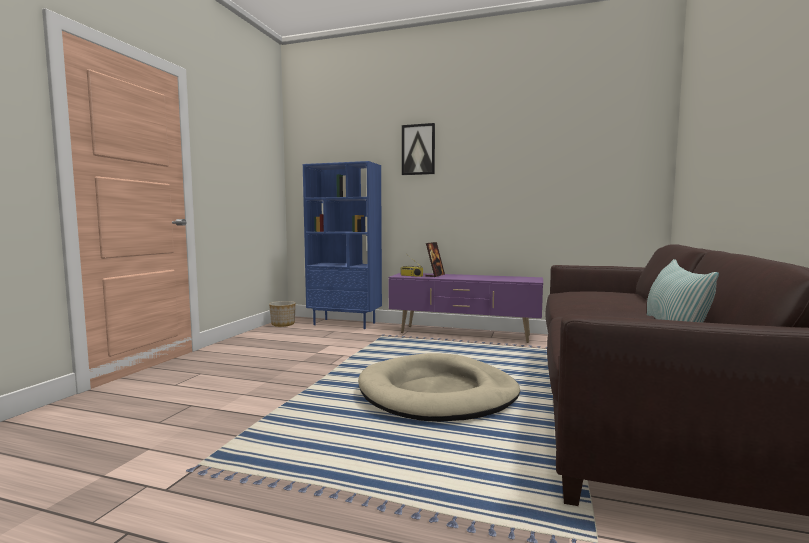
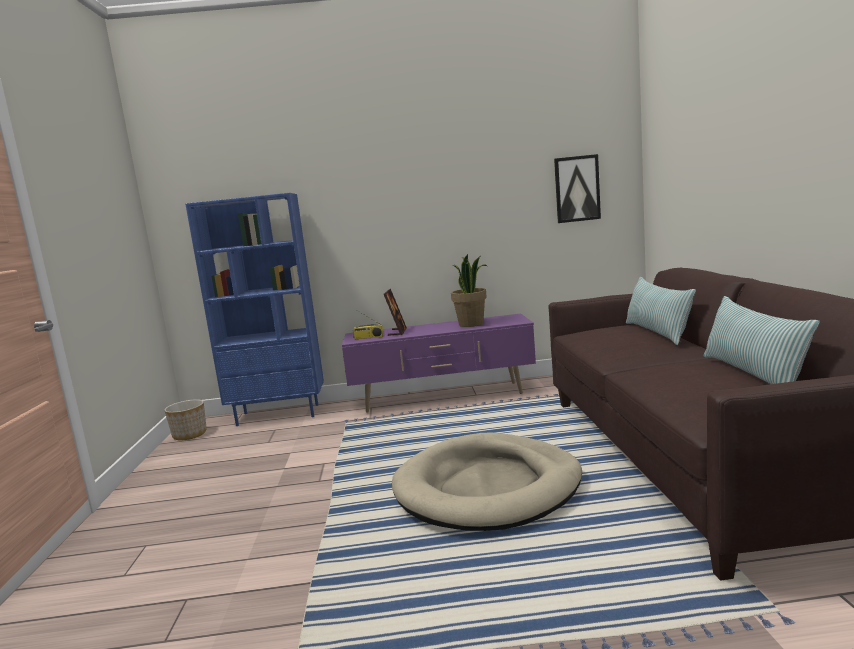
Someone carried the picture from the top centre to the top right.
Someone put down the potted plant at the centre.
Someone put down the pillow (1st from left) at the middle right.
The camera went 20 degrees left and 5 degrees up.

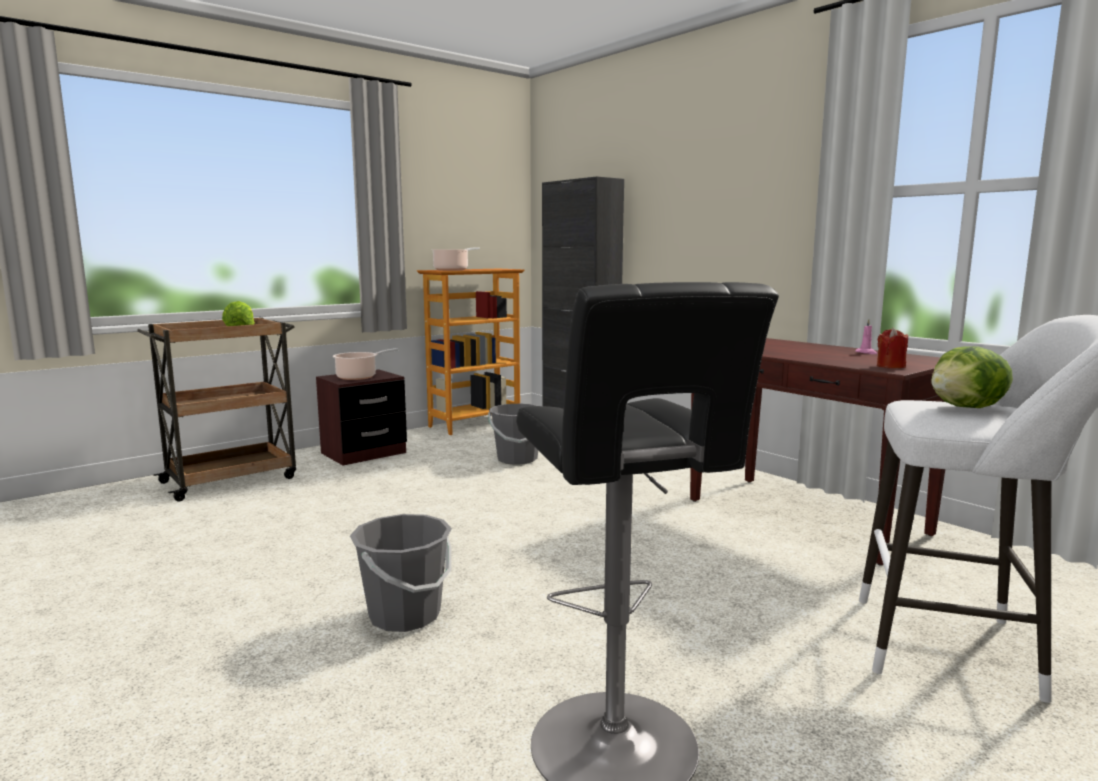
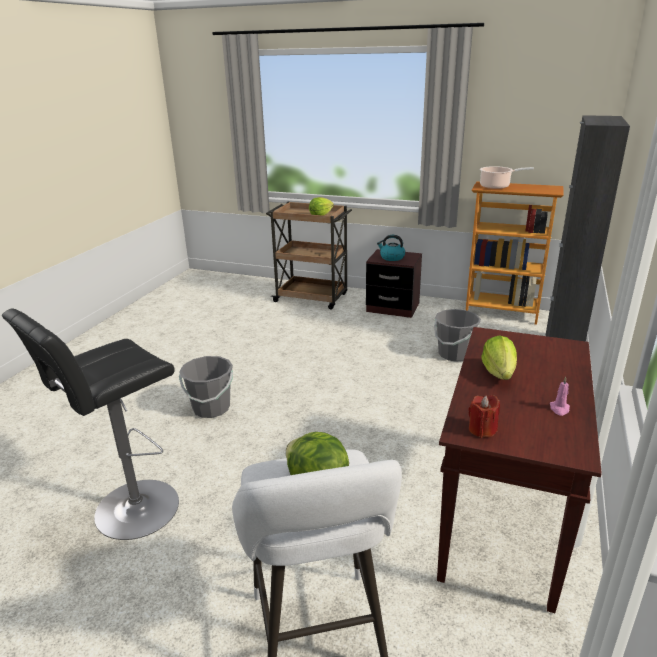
Someone swapped the cooking pot (1st from left) at the middle left for the kettle at the centre.
Someone put down the lettuce (3rd from left) at the middle right.
The camera went 60 degrees right and 15 degrees up.

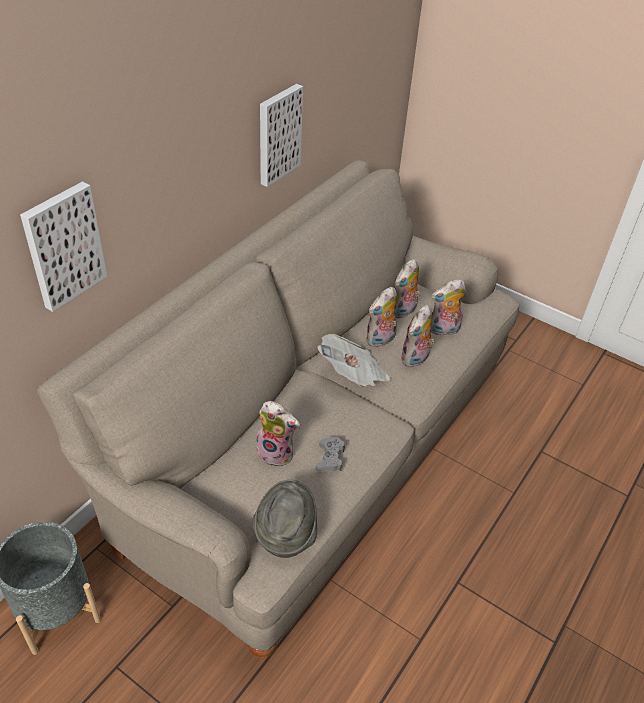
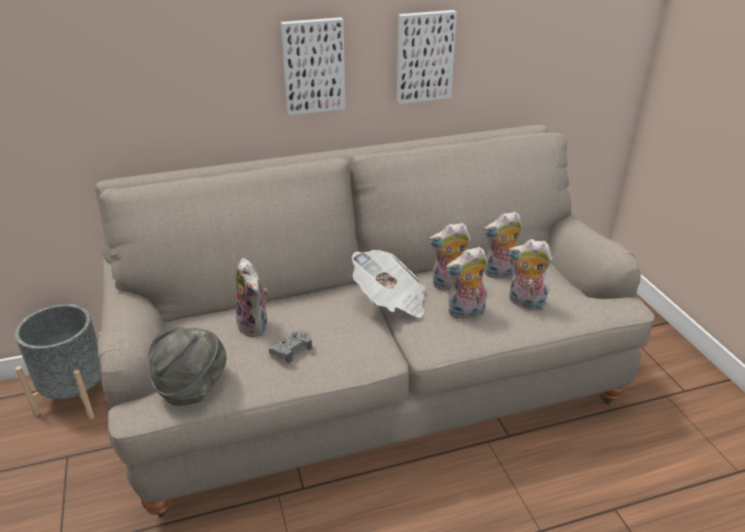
Someone carried the picture (1st from left) from the middle left to the top centre.
The camera went 40 degrees right and 10 degrees down.

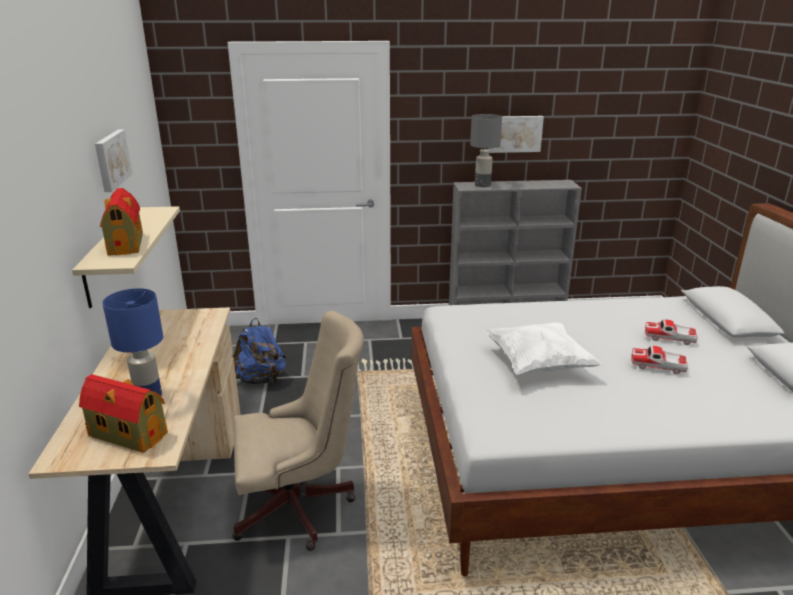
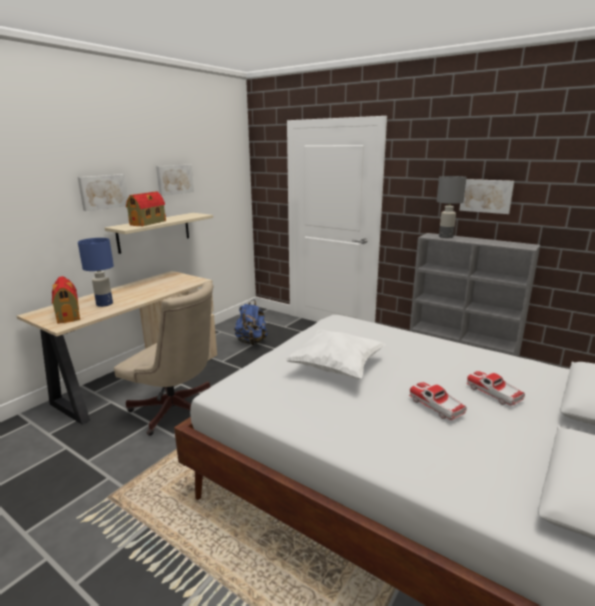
Someone put up the picture (1st from left) at the top left.
The camera went 40 degrees right and 5 degrees down.

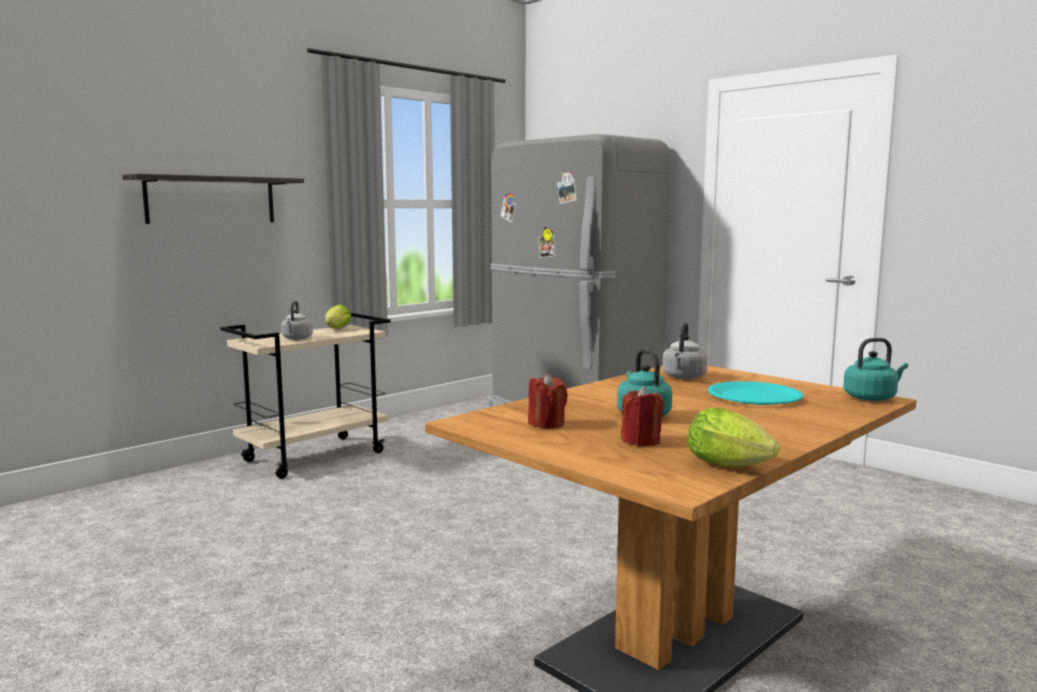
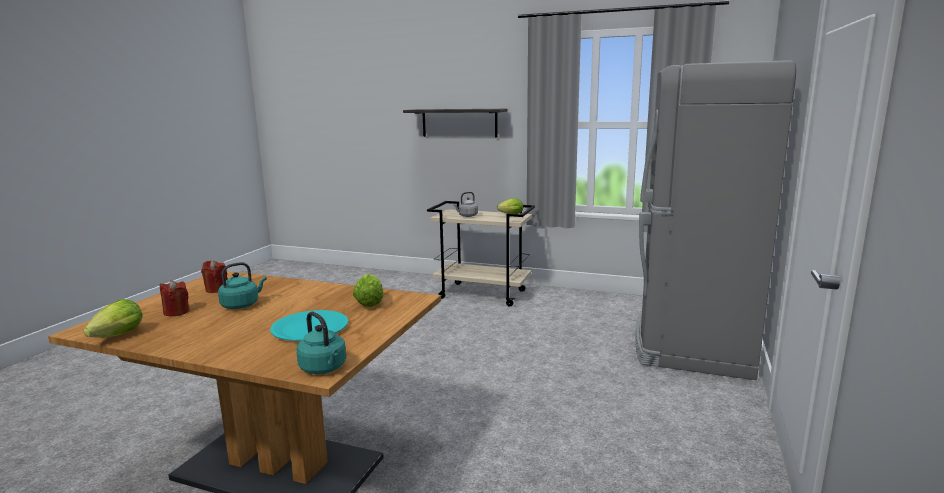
Someone swapped the grey kettle (2nd from left) at the centre for the lettuce (2nd from left) at the centre.
The camera went 65 degrees right and 5 degrees up.

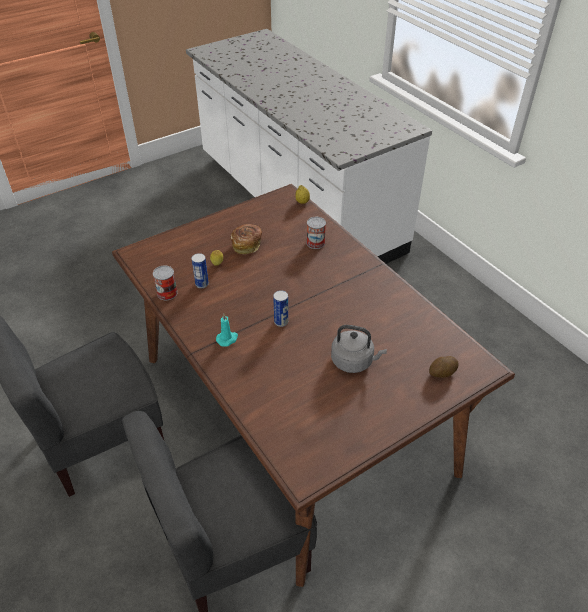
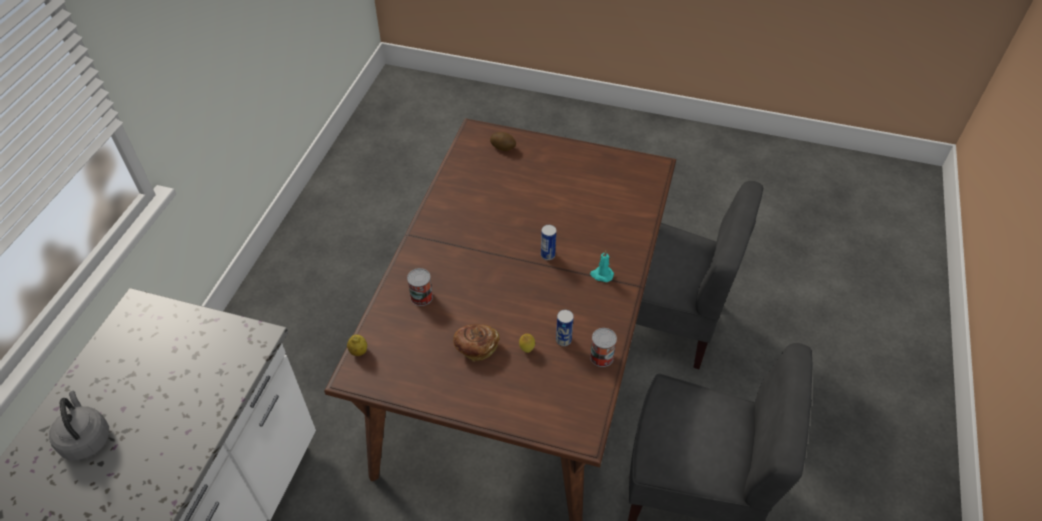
Someone carried the grey kettle from the centre to the bottom left.
The camera went 130 degrees left and 5 degrees up.

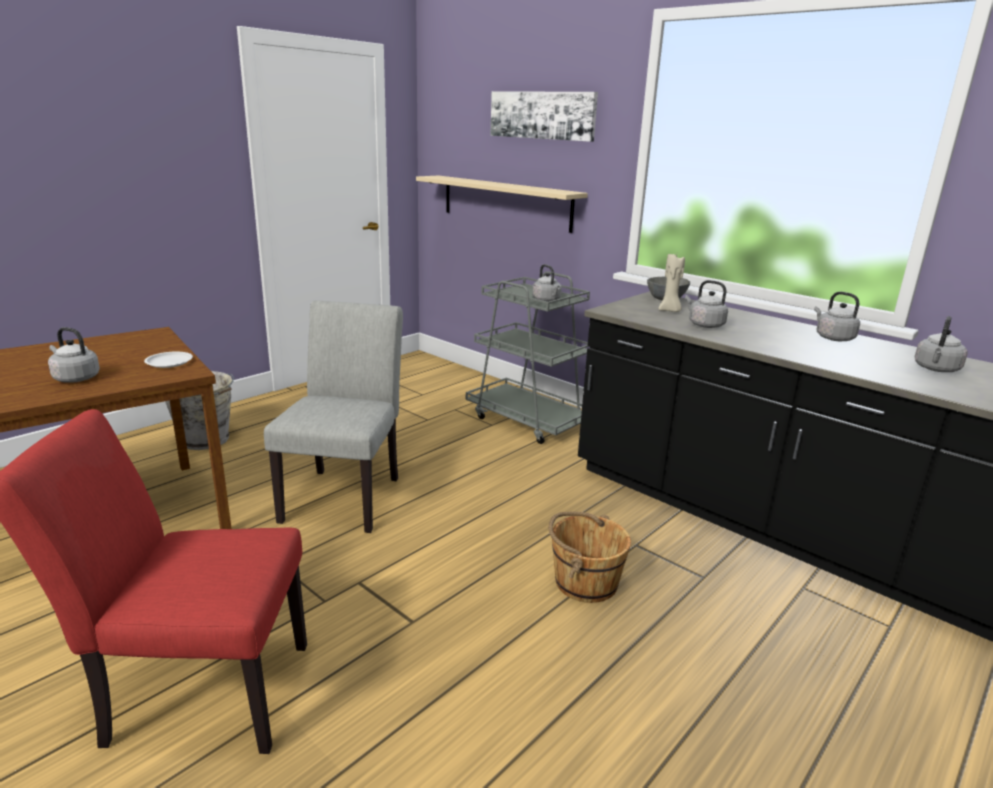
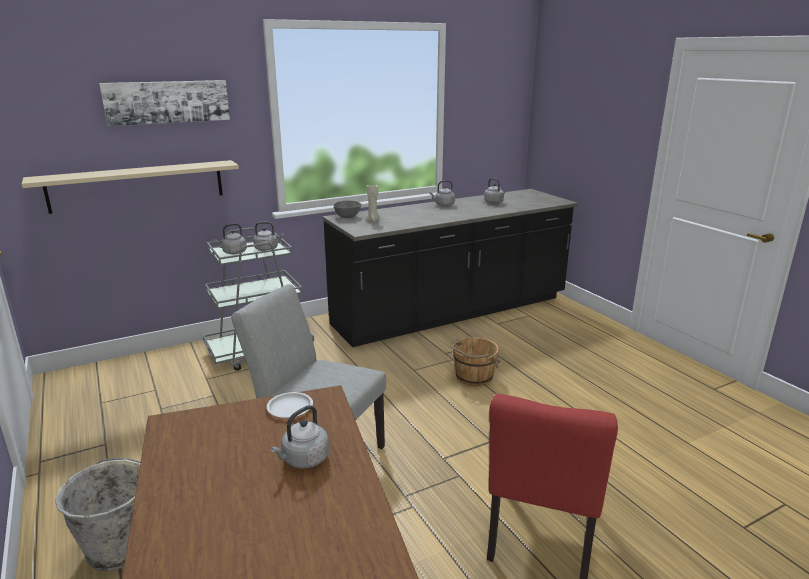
Someone carried the grey kettle (3rd from left in the first image) from the middle right to the middle left.
The camera went 70 degrees left and 0 degrees up.

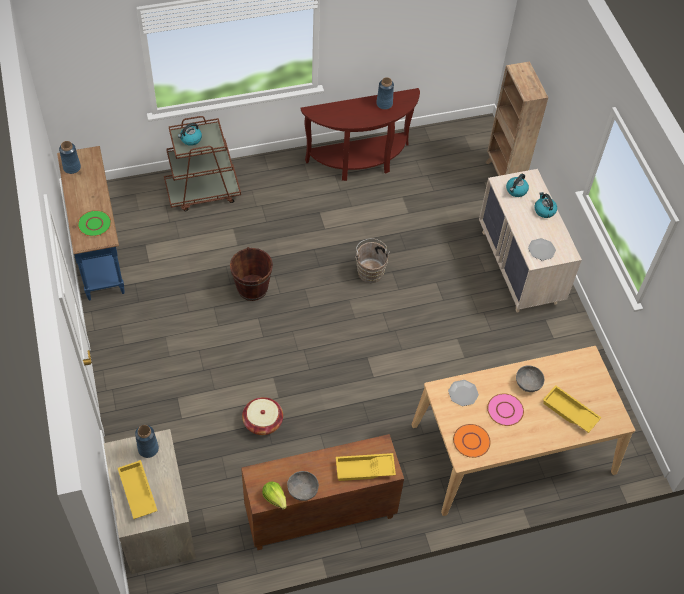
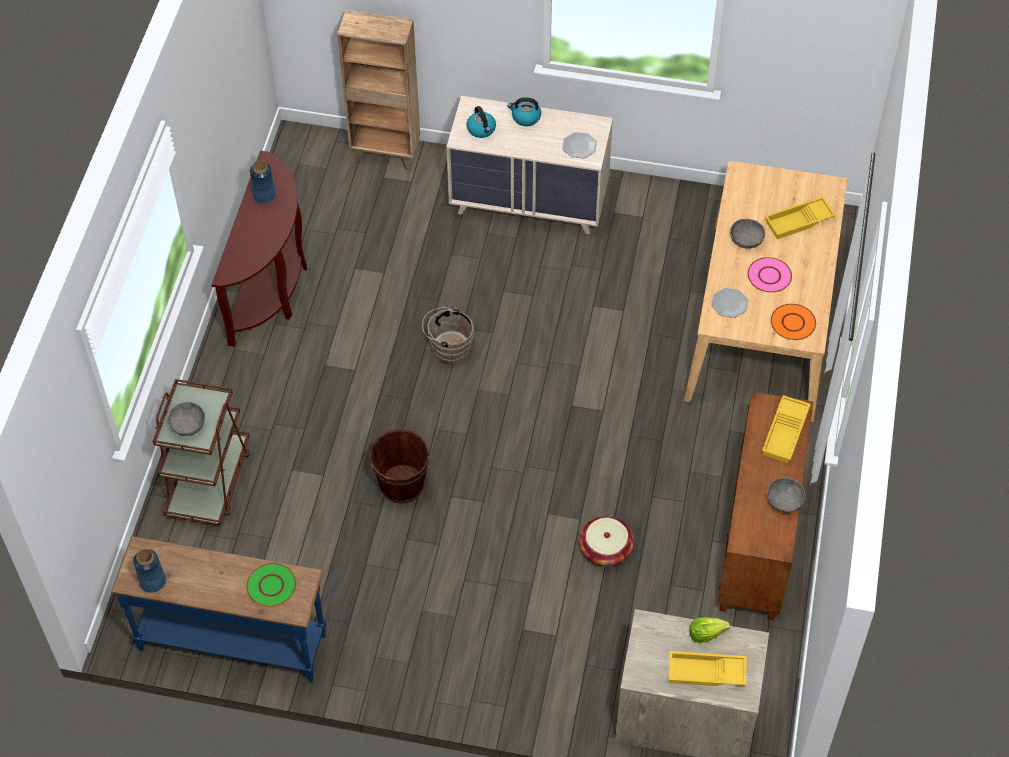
Someone took away the blue vase (2nd from left) at the bottom left.
Someone swapped the kettle (1st from left) at the top left for the grey bowl (1st from left) at the middle left.
Someone carried the lettuce from the bottom centre to the bottom right.
The camera went 60 degrees left and 0 degrees up.

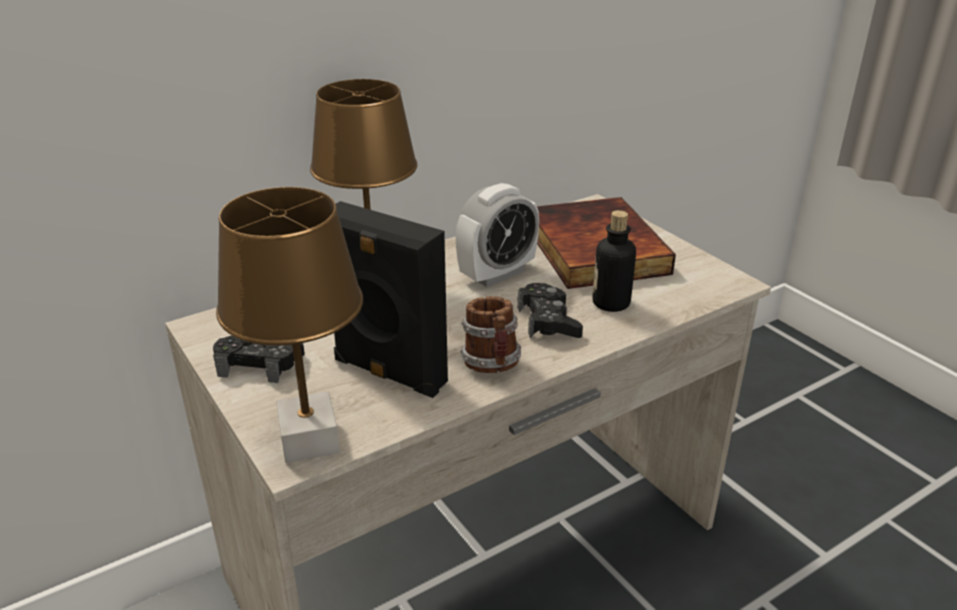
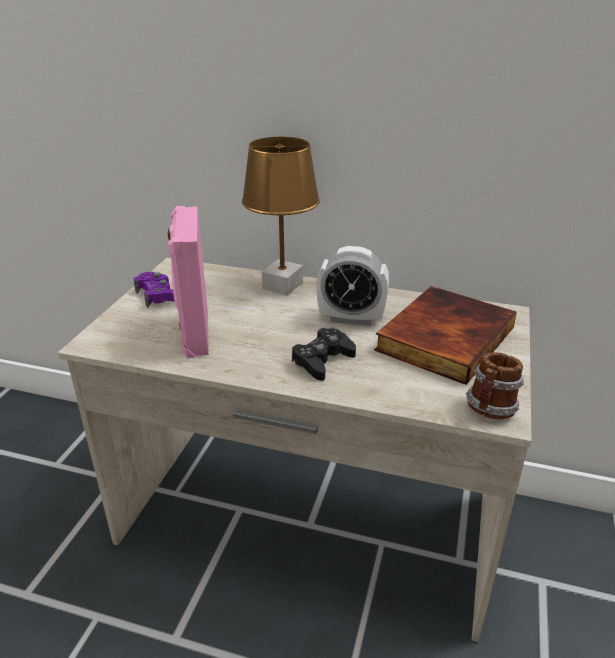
Someone repainted the black game controller (1st from left) at the middle left, which became the purple game controller at the middle left.
Someone took away the brown table lamp (1st from left) at the middle left.
Someone repainted the black speaker at the centre, which became the pink speaker at the middle left.
Someone carried the mug from the centre to the middle right.
Someone took away the bottle at the centre.
The camera went 50 degrees right and 0 degrees up.

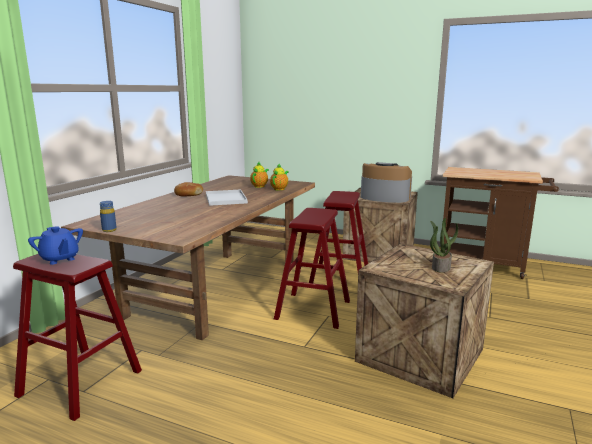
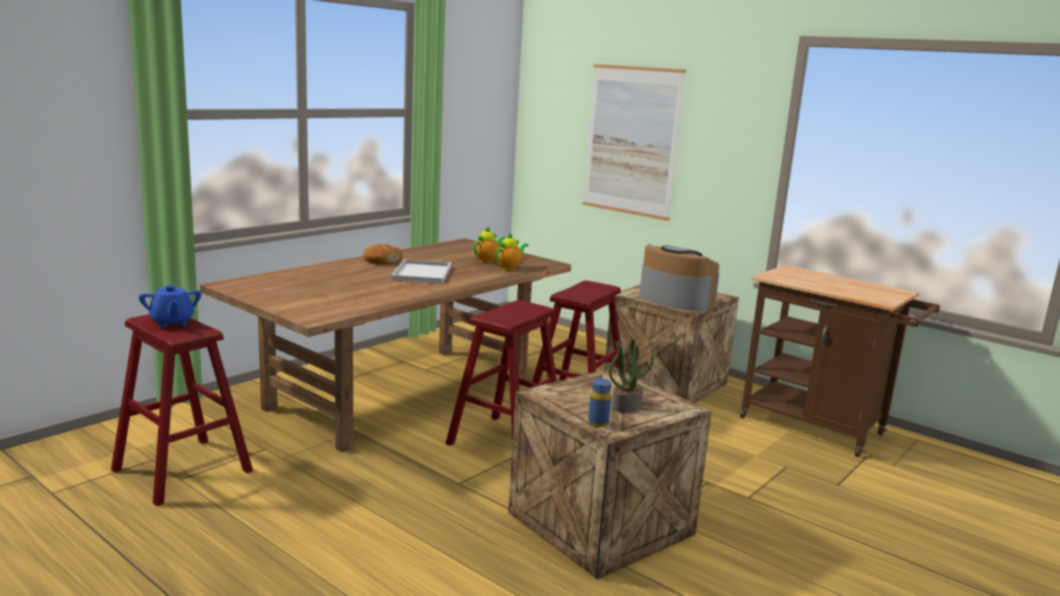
Someone carried the blue bottle from the middle left to the bottom centre.
Someone put up the picture at the top centre.
The camera went 15 degrees right and 0 degrees up.

